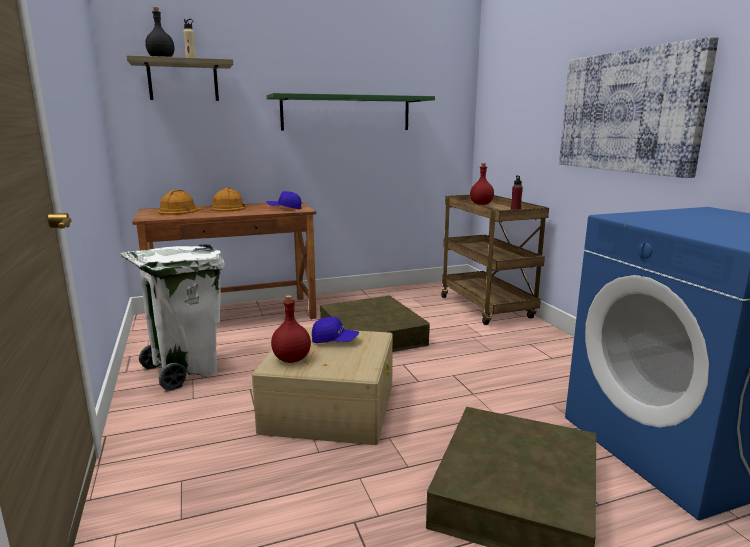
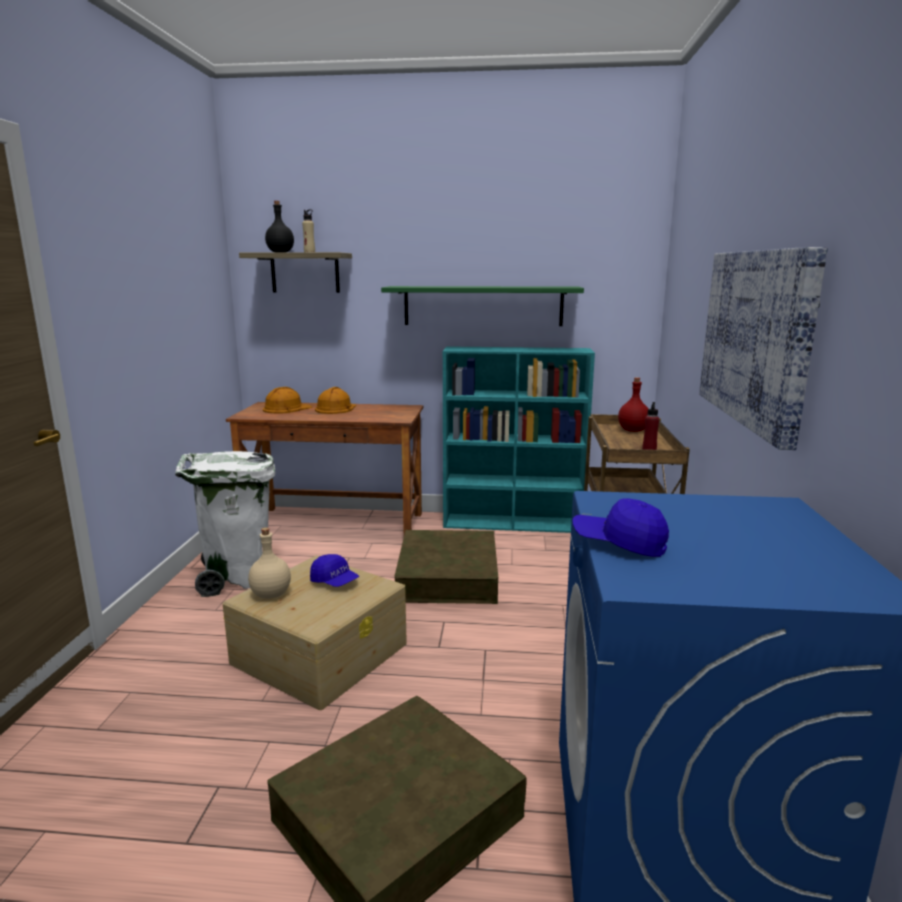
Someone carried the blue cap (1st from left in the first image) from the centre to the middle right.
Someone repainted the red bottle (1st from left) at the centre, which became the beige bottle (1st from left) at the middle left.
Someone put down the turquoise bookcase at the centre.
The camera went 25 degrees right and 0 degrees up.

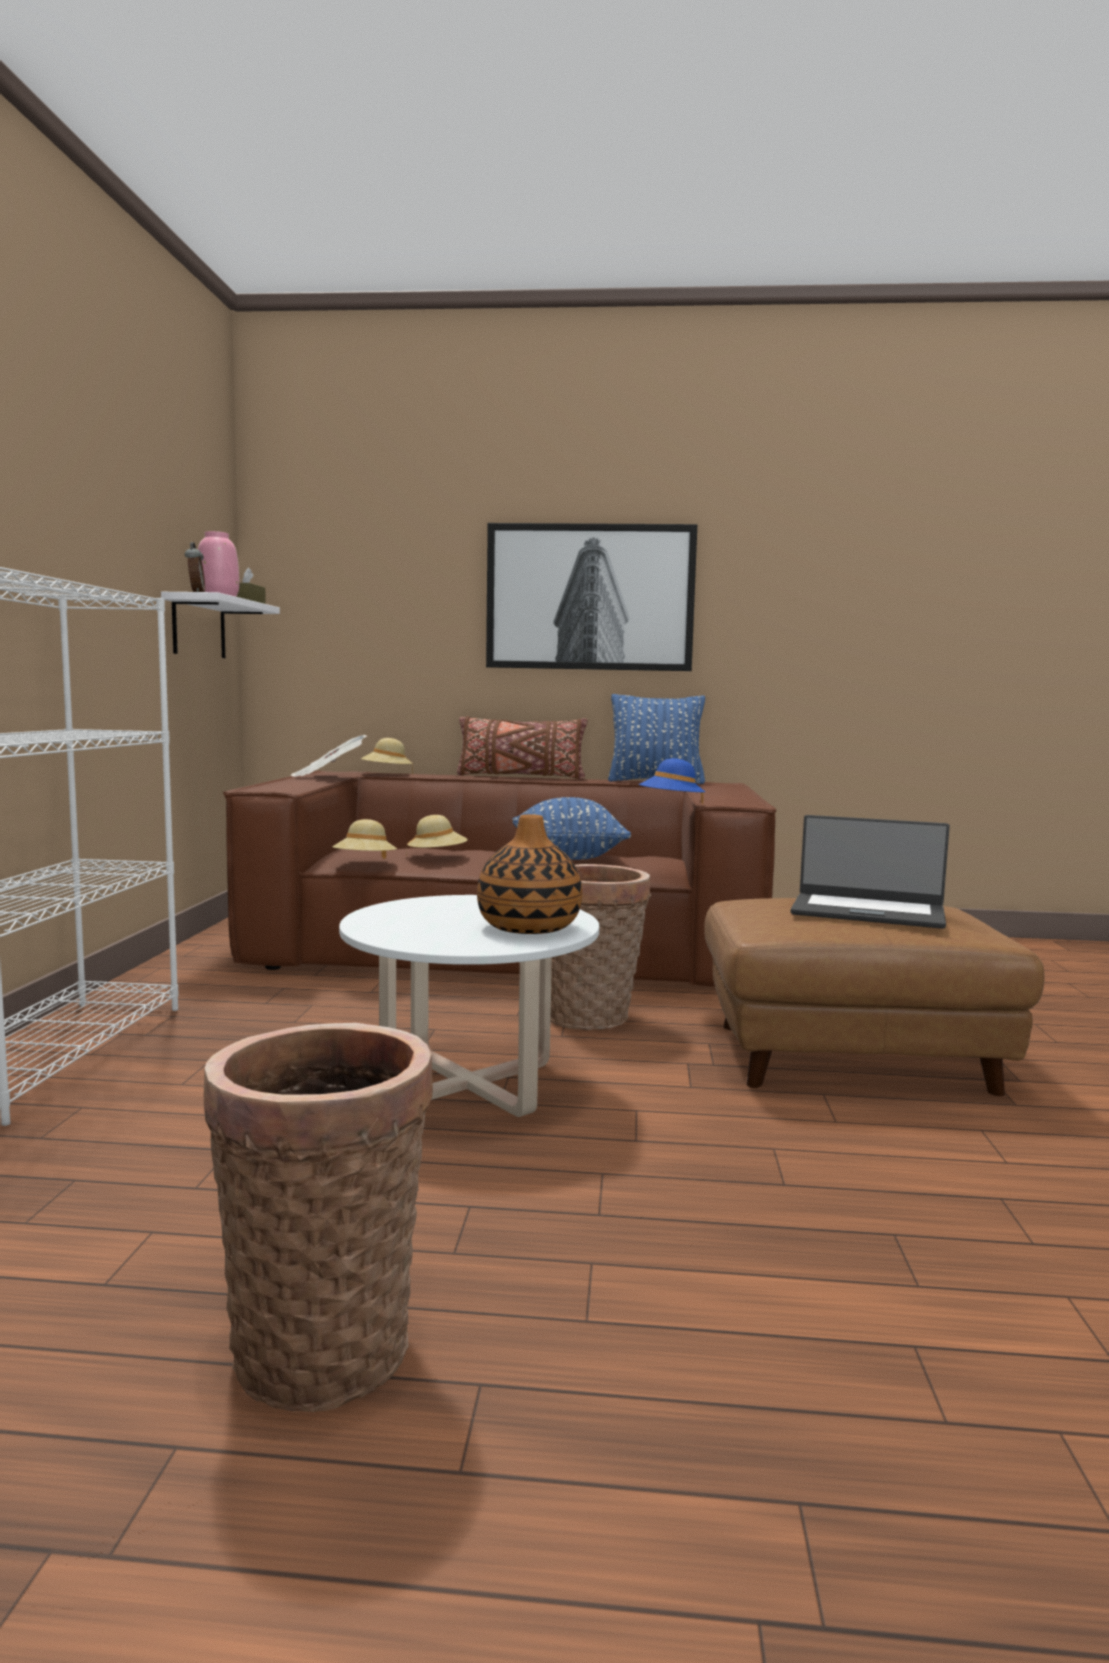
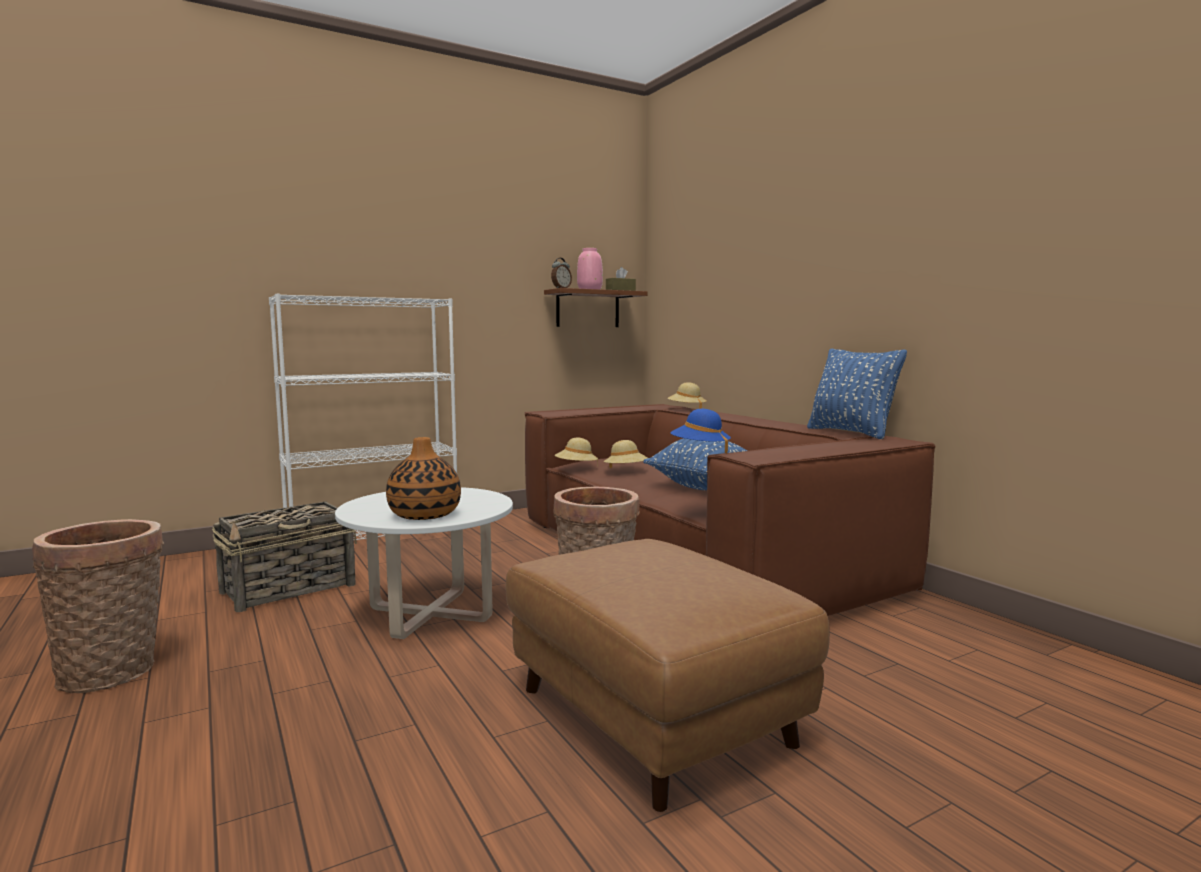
Someone repainted the white shelf at the middle left, which became the brown shelf at the centre.
Someone took away the newspaper at the middle left.
Someone took away the brown pillow at the centre.
Someone took away the picture at the centre.
Someone took away the laptop at the middle right.
Someone put down the basket (2nd from left) at the middle left.
The camera went 55 degrees right and 0 degrees up.

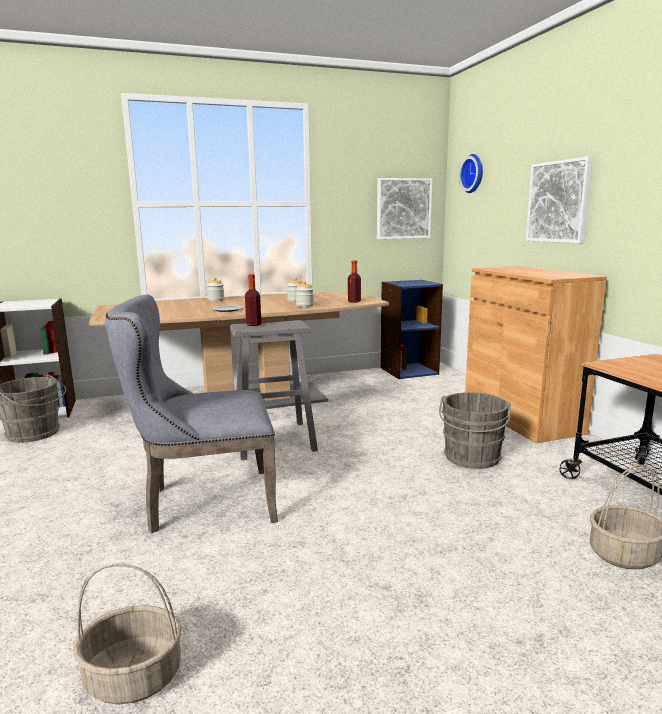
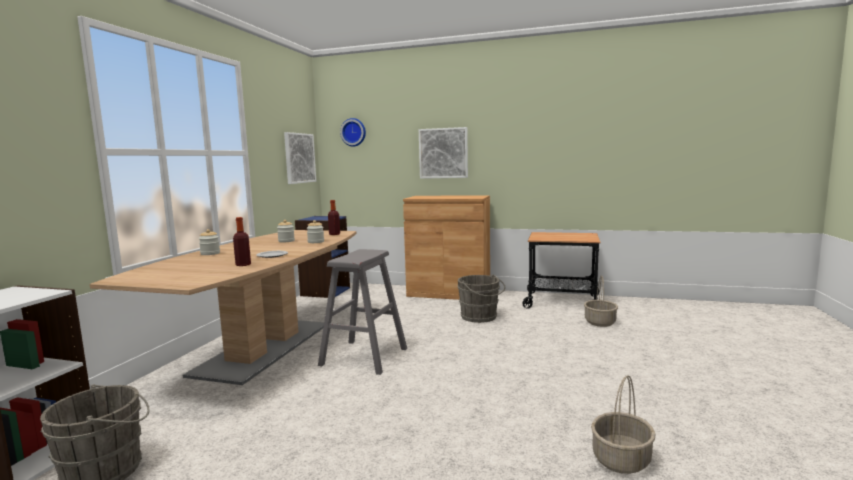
Someone took away the grey chair at the middle left.
Someone carried the bottle (1st from left) from the centre to the middle left.
The camera went 55 degrees left and 5 degrees down.

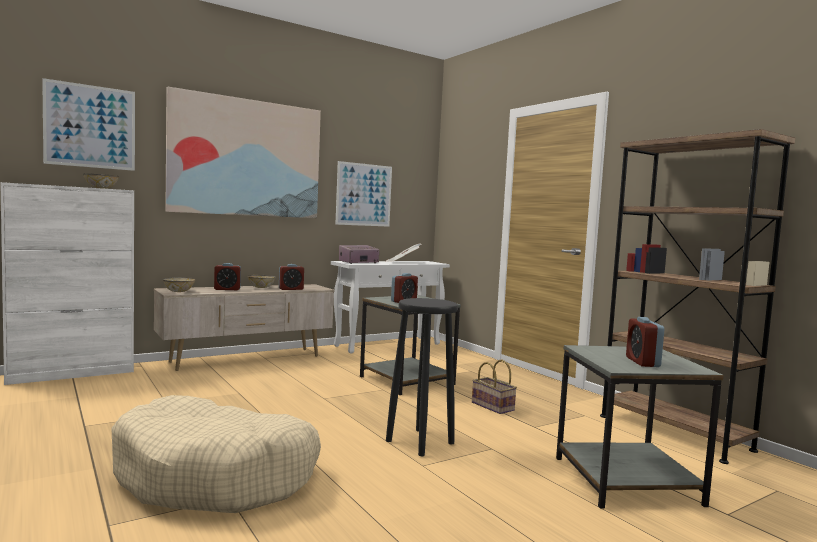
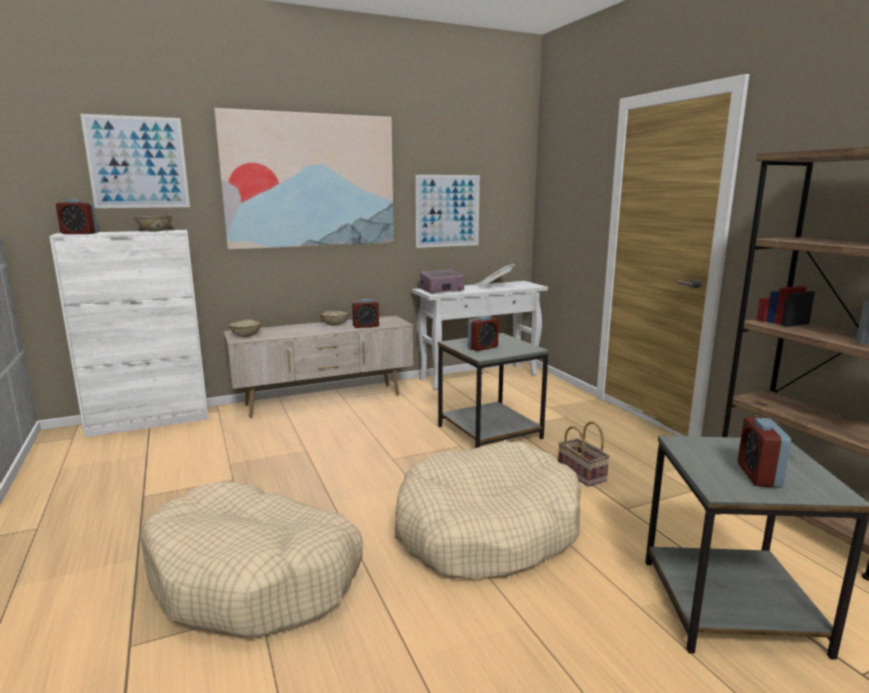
Someone carried the alarm clock (1st from left) from the middle left to the top left.
Someone swapped the black stool at the bottom centre for the beige dog bed (2nd from left) at the bottom centre.
The camera went 10 degrees right and 10 degrees up.

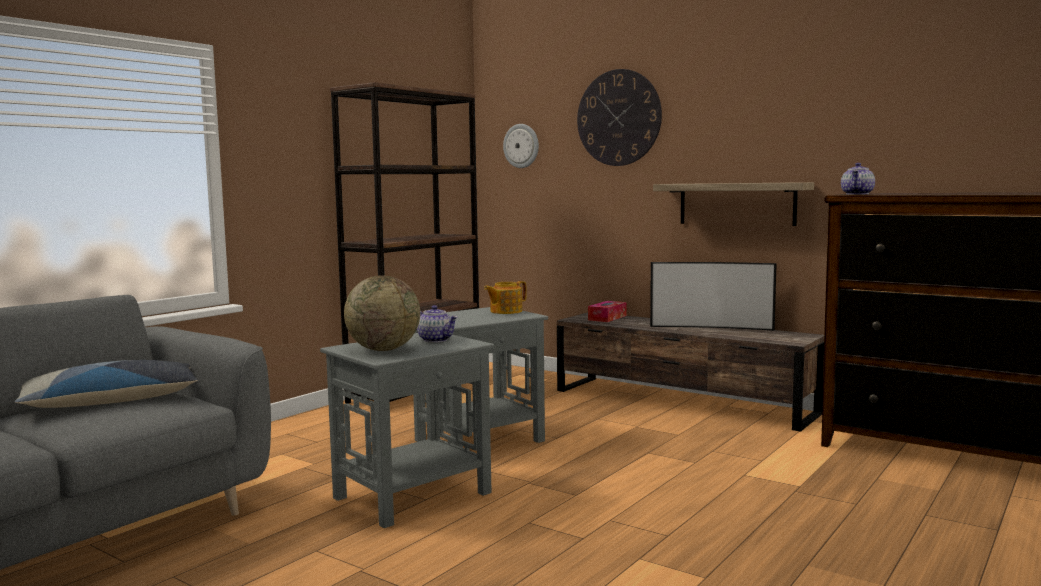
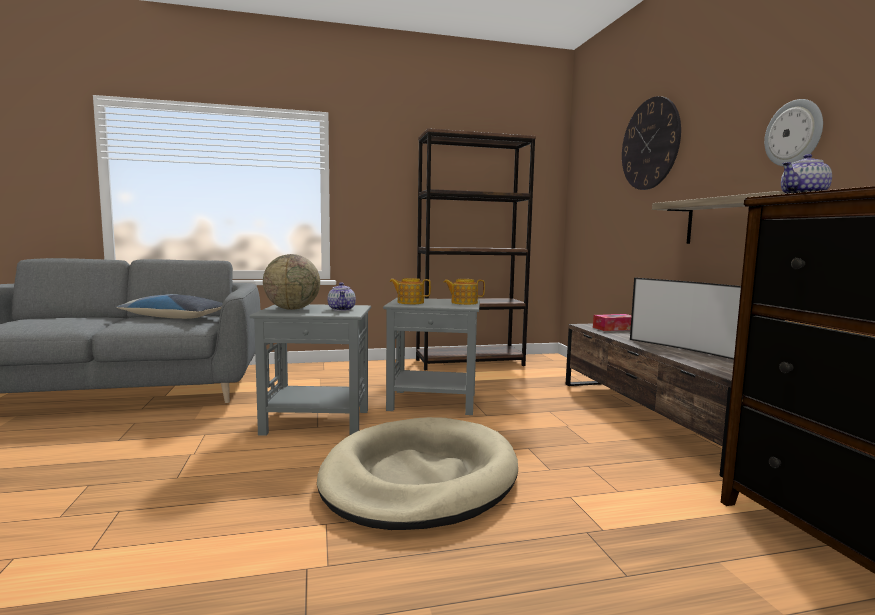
Someone carried the wall clock (1st from left in the first image) from the top centre to the top right.
Someone put down the beige dog bed at the bottom centre.
Someone put down the teapot (2nd from left) at the centre.
The camera went 40 degrees right and 0 degrees up.

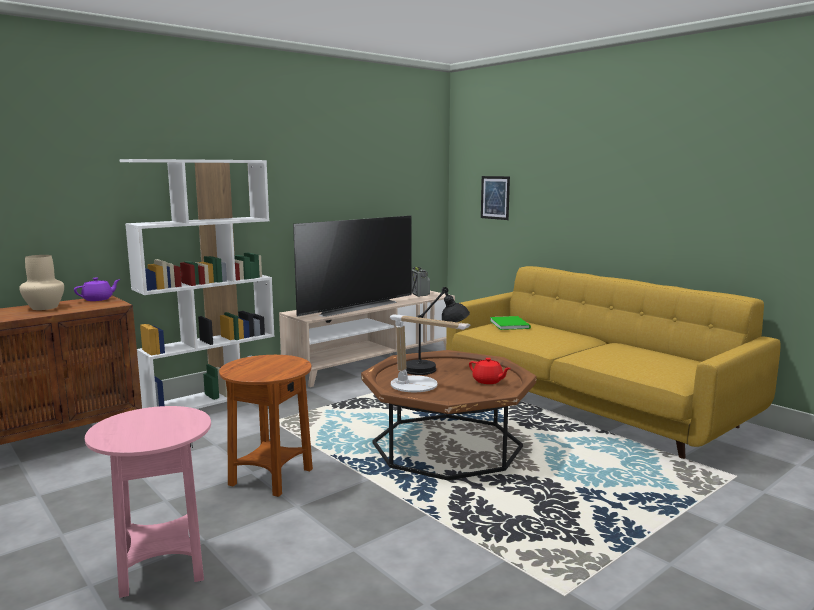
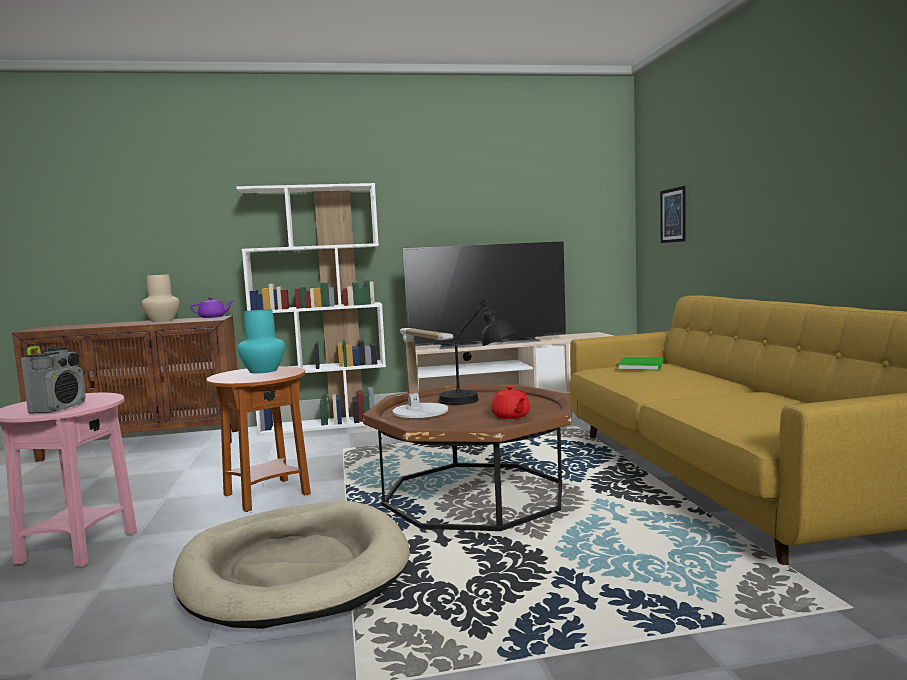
Someone carried the radio from the centre to the middle left.
Someone put down the beige dog bed at the bottom left.
Someone put down the turquoise vase at the middle left.
The camera went 30 degrees right and 5 degrees down.

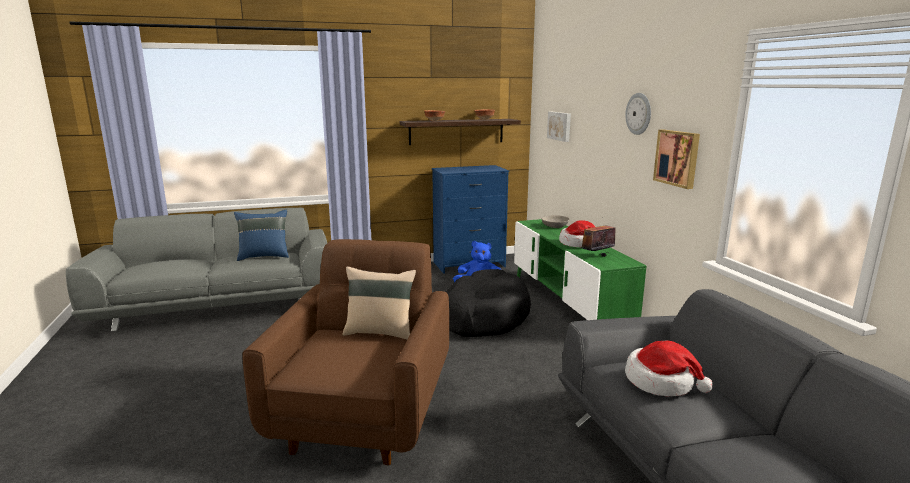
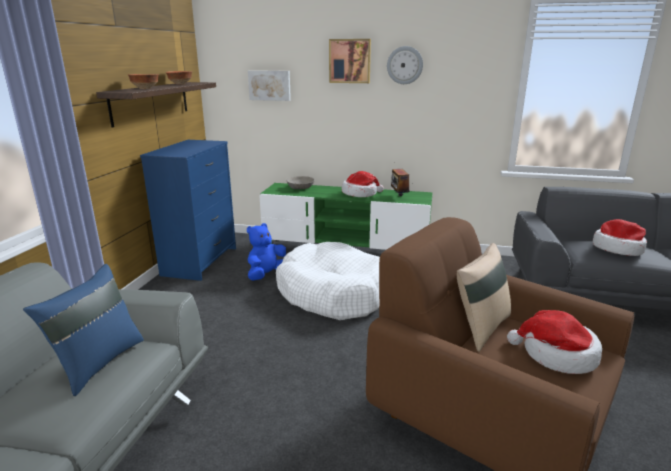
Someone repainted the black dog bed at the centre, which became the white dog bed at the centre.
Someone carried the picture (2nd from left) from the top right to the top centre.
Someone put down the hat (2nd from left) at the bottom right.
The camera went 60 degrees left and 5 degrees up.

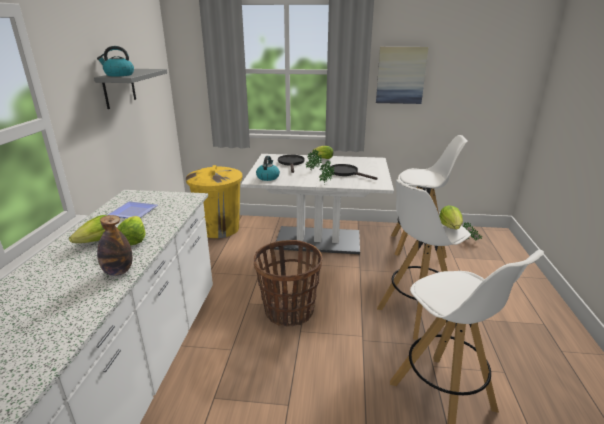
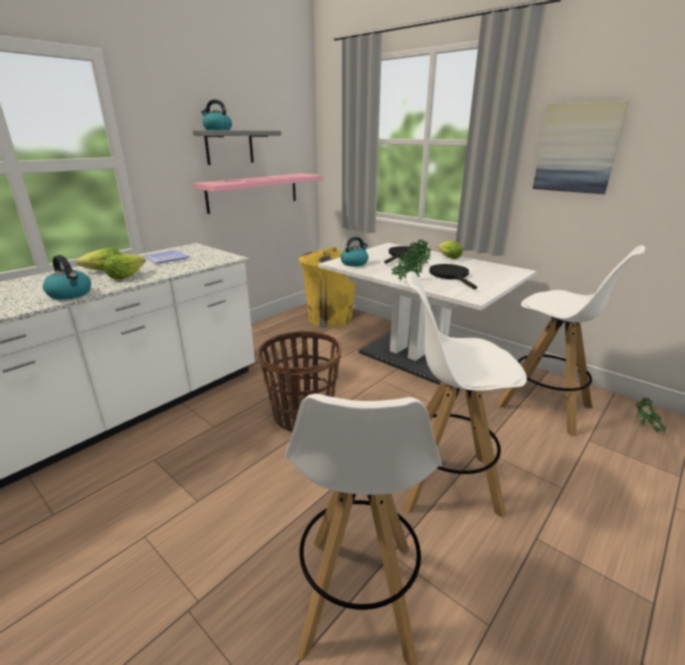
Someone swapped the bottle at the middle left for the kettle (1st from left) at the middle left.
Someone took away the lettuce (4th from left) at the middle right.
Someone put up the pink shelf at the top centre.
The camera went 35 degrees right and 0 degrees up.

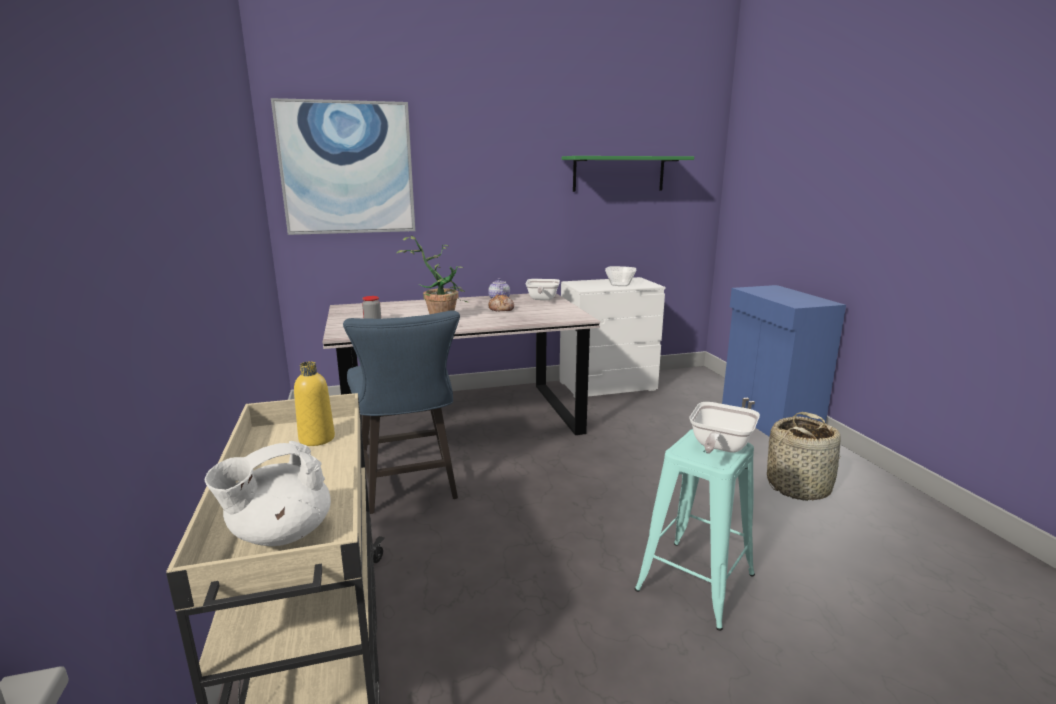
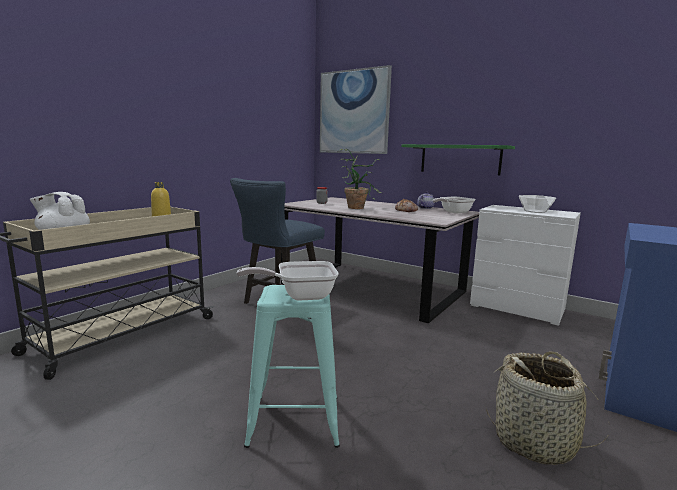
Someone carried the green shelf from the top centre to the top right.
The camera went 50 degrees right and 5 degrees down.

